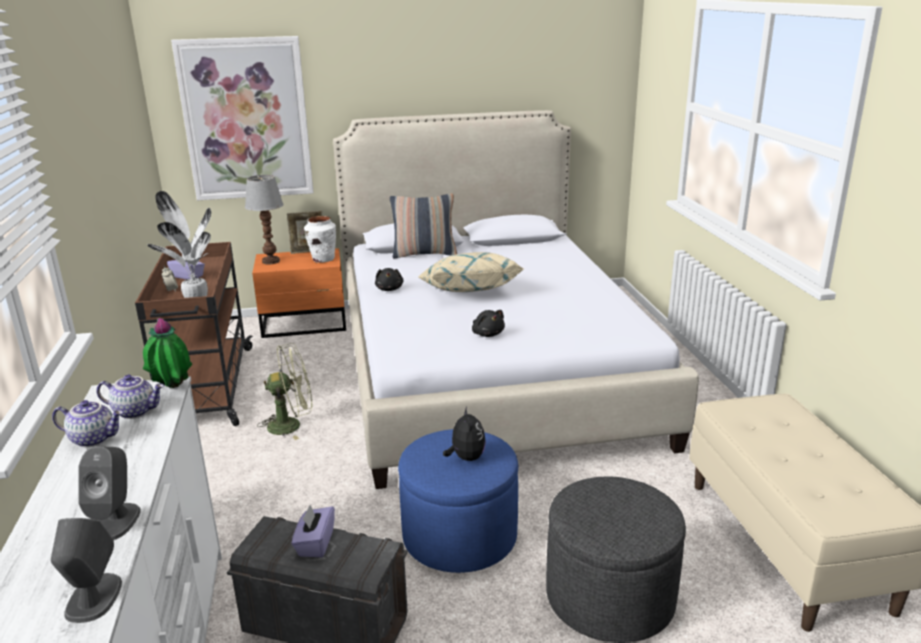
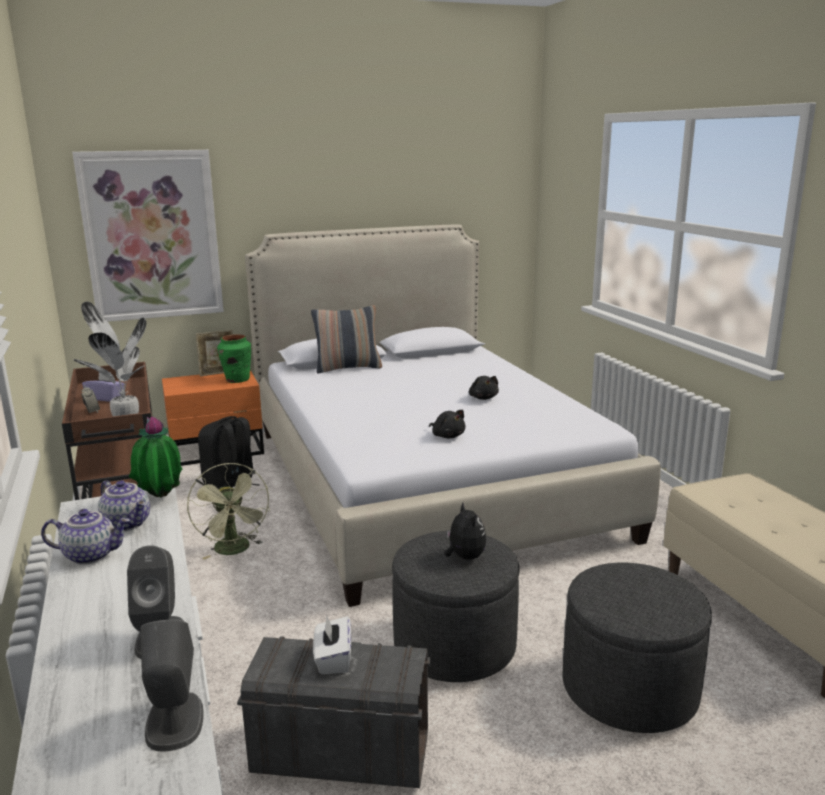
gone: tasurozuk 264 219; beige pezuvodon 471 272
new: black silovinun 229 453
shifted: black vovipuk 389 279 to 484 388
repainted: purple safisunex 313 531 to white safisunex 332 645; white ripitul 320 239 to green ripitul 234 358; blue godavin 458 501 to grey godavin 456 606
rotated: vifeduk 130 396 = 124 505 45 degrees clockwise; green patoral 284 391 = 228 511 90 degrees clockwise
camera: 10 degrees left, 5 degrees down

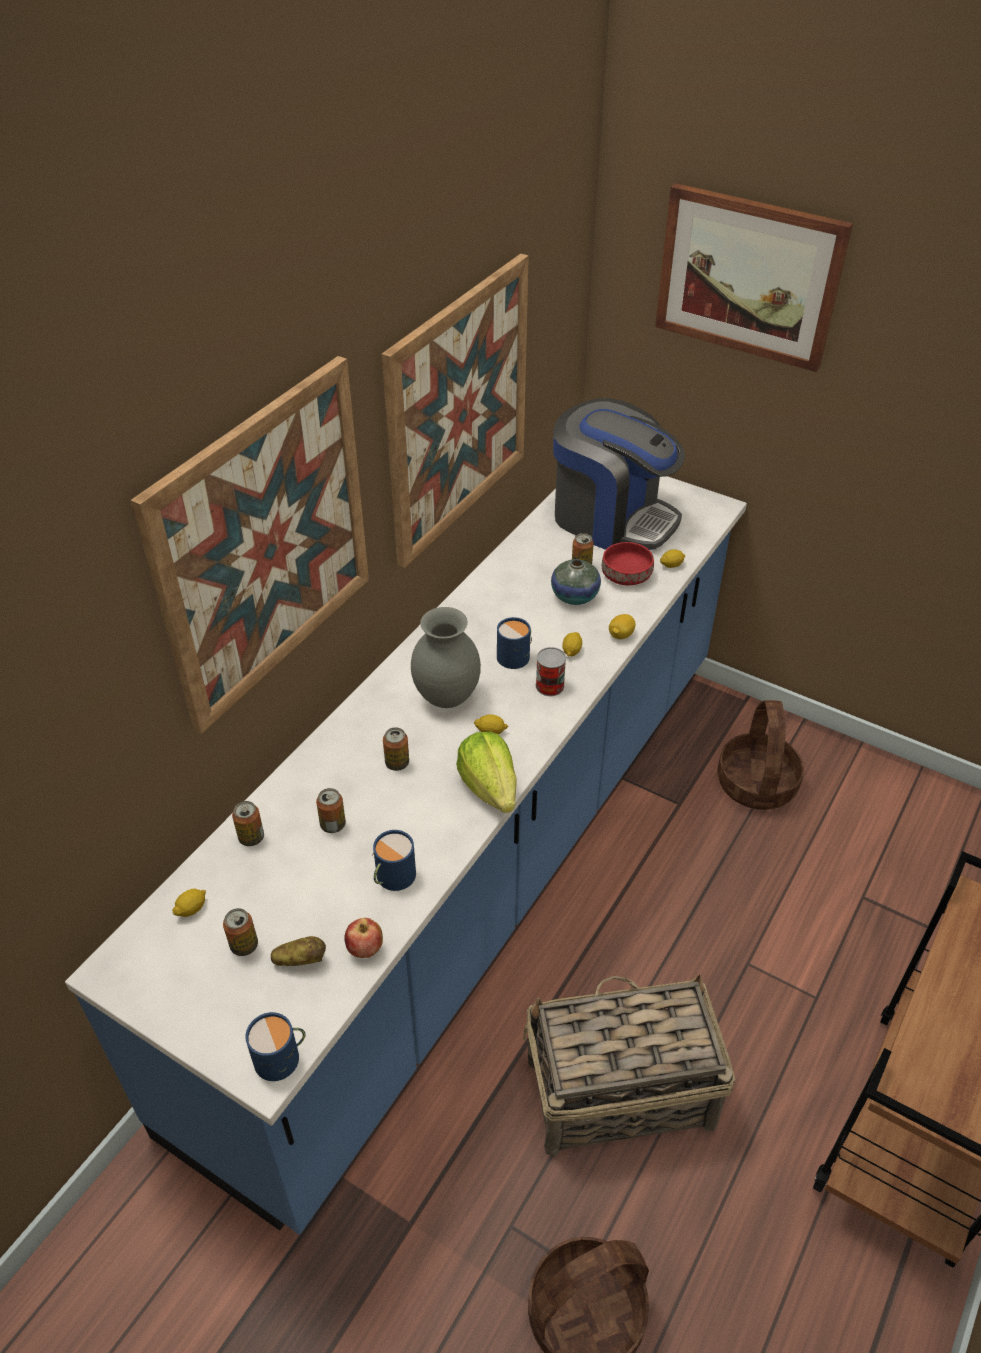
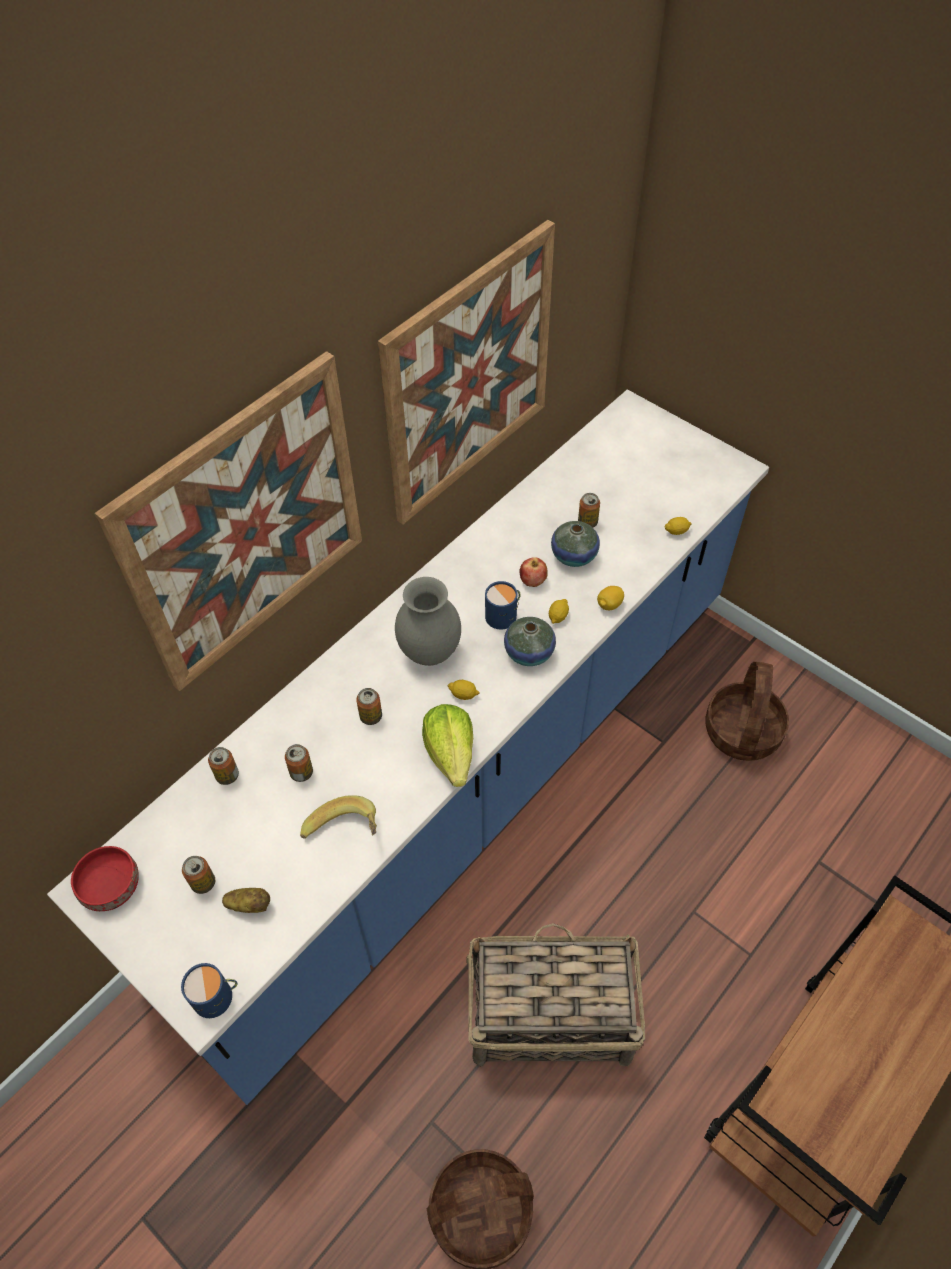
gone: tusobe 189 903; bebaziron 619 474; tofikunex 754 277
shifted: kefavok 363 938 to 533 572; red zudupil 628 563 to 105 878
swapped: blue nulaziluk 394 860 to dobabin 338 817; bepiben 551 671 to ripitul 530 641
camera: 10 degrees right, 10 degrees up

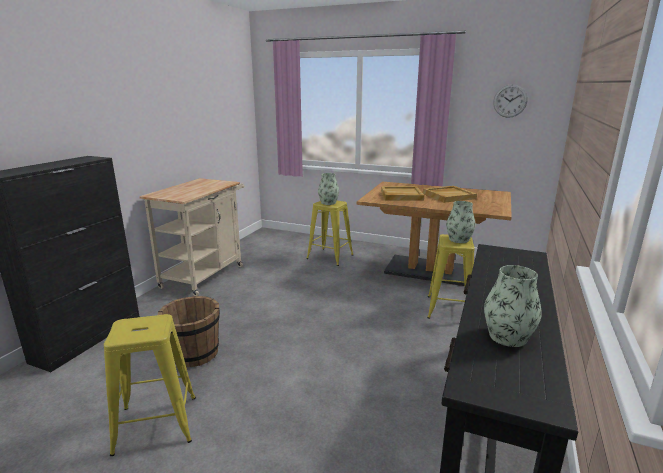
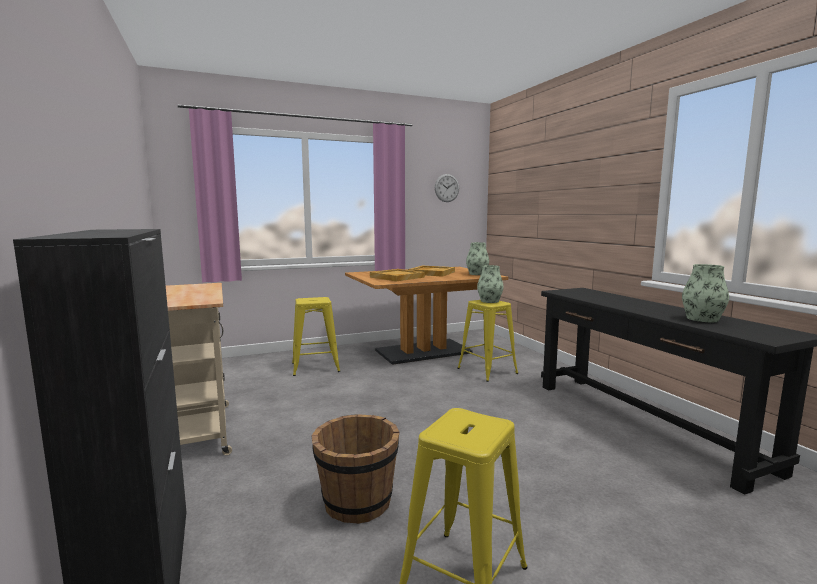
shifted: ripitul 328 189 to 477 258
camera: 45 degrees left, 10 degrees down

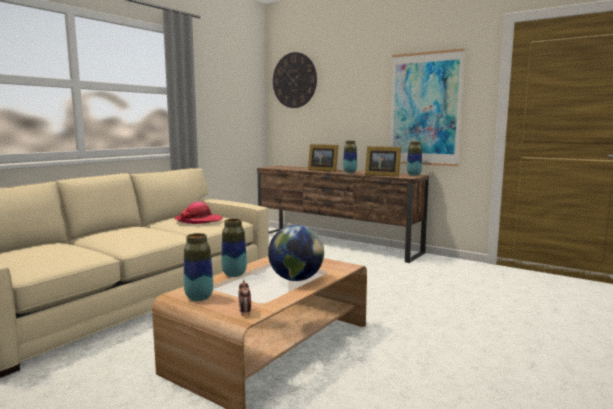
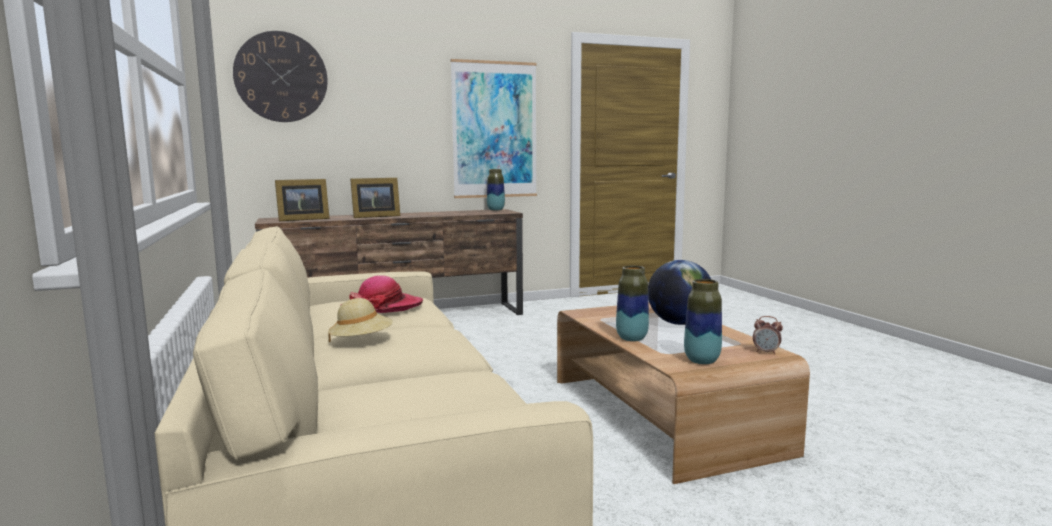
gone: ripitul 350 156
new: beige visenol 360 320
shifted: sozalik 383 161 to 302 200
camera: 55 degrees left, 0 degrees up

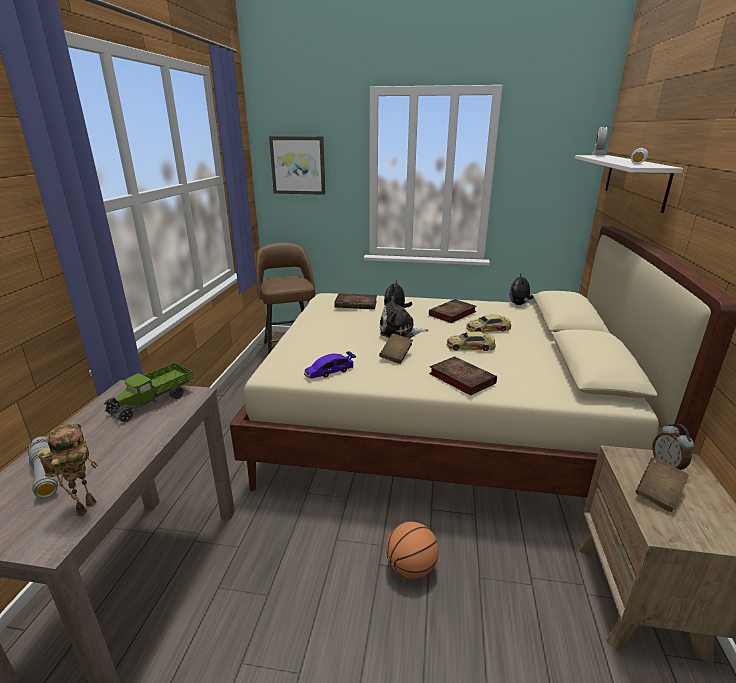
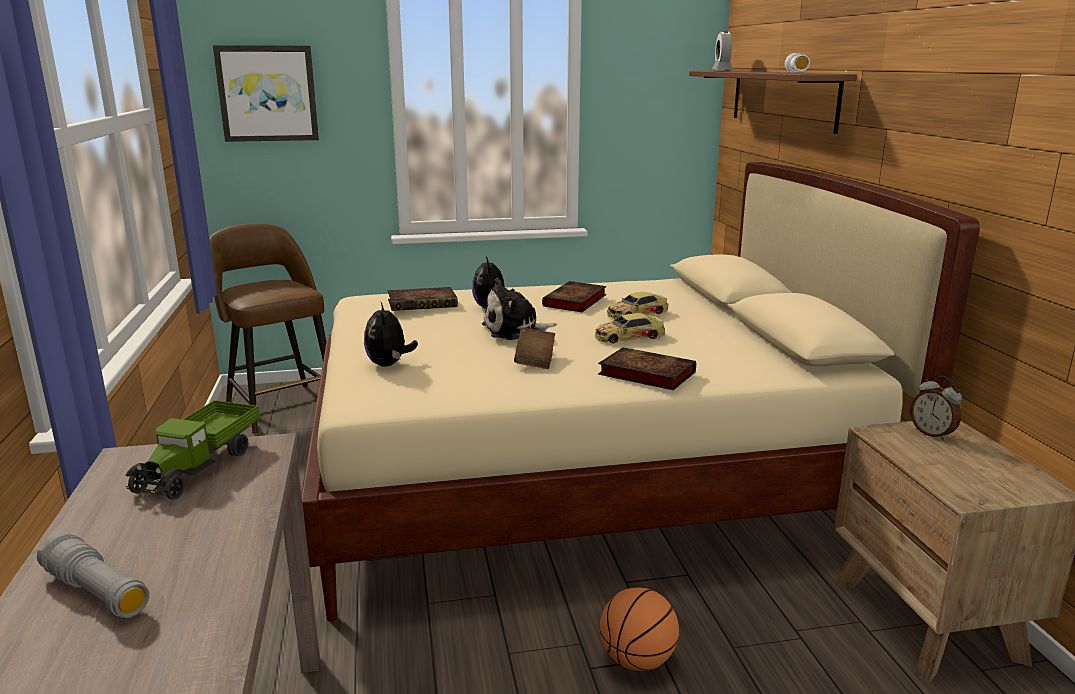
gone: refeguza 68 469; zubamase 330 365; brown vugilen 662 484
shifted: vovipuk 521 289 to 391 334
repainted: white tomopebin 629 184 to brown tomopebin 773 102
camera: 20 degrees left, 5 degrees down

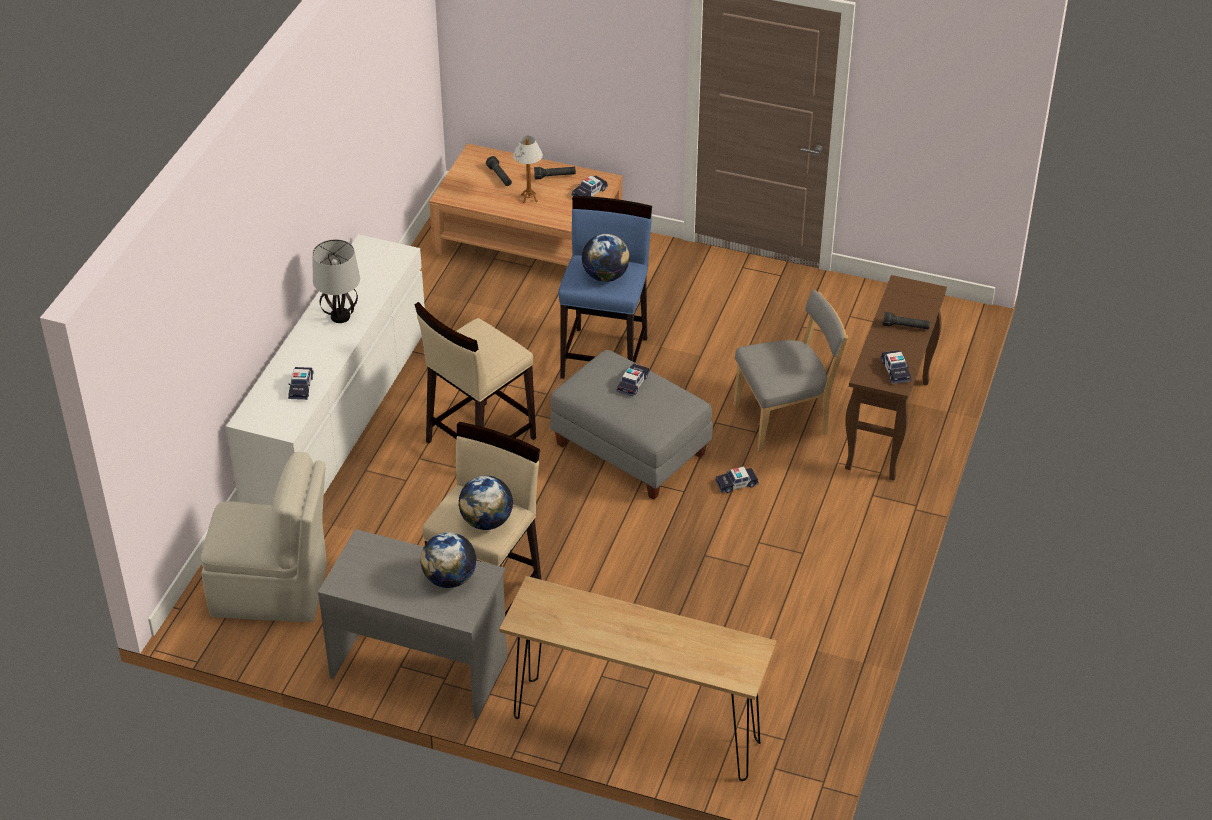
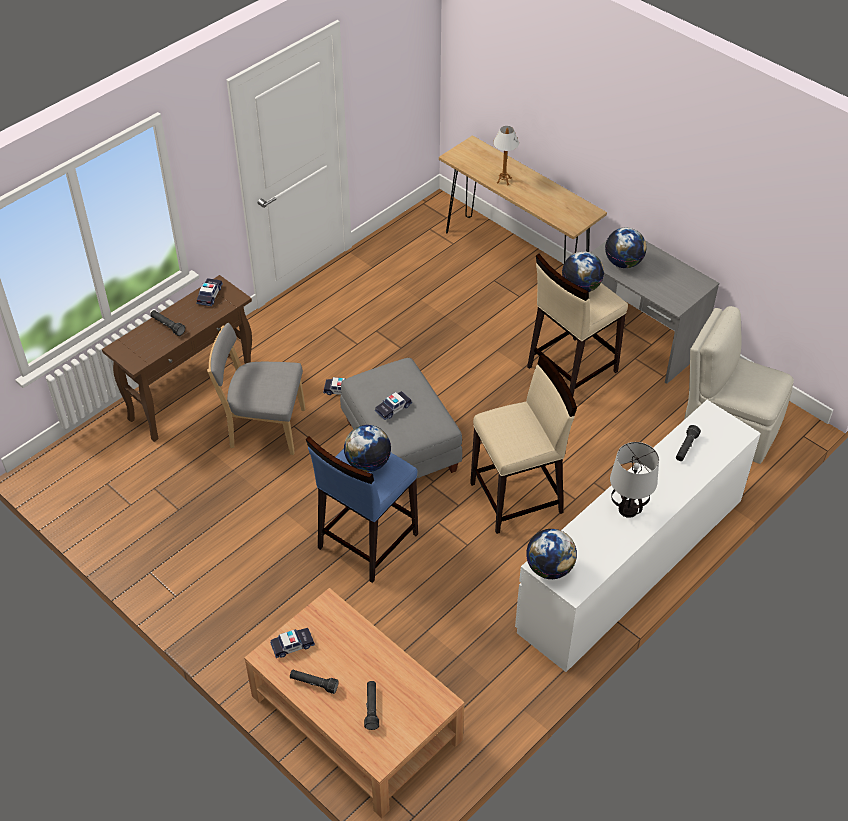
new: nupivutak 551 554
shifted: tasurozuk 528 169 to 506 155
swapped: zubamase 301 383 to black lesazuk 688 443
camera: 155 degrees left, 5 degrees up

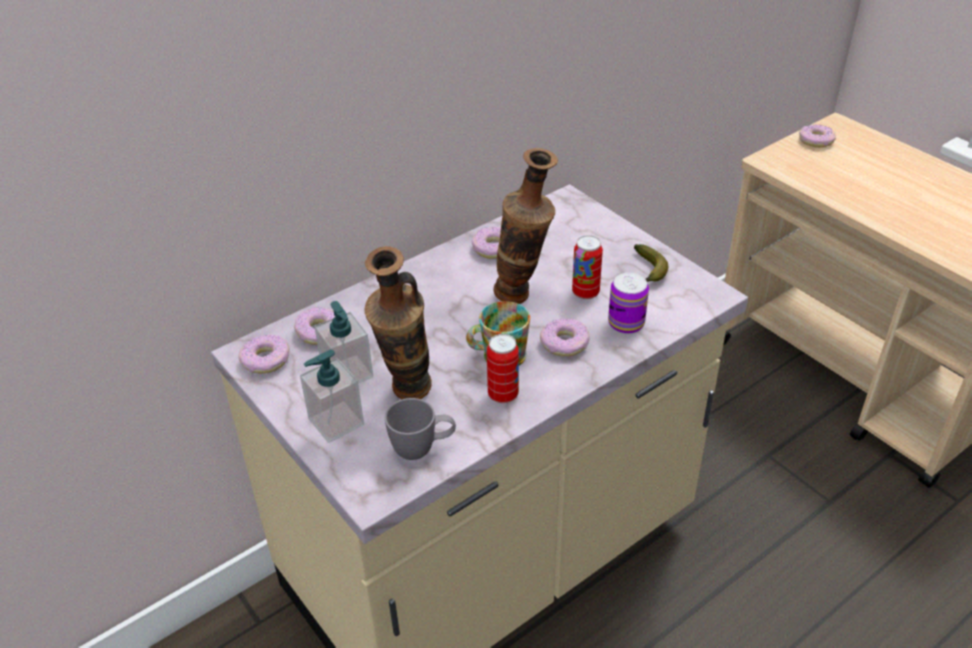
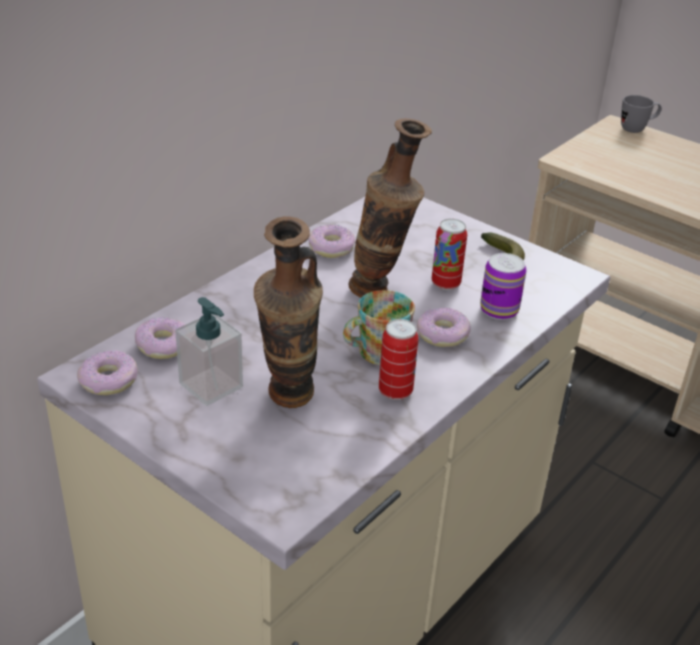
gone: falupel 332 396; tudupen 817 136
shifted: grey nulaziluk 420 429 to 641 114
camera: 15 degrees left, 5 degrees down

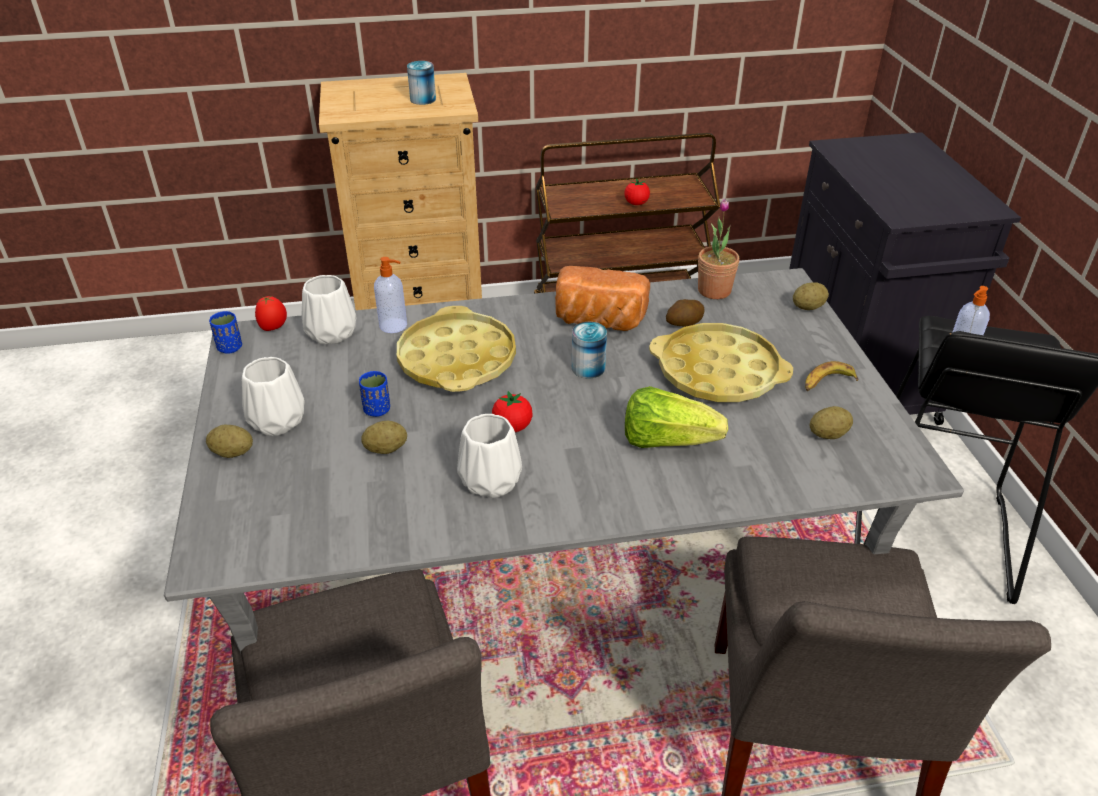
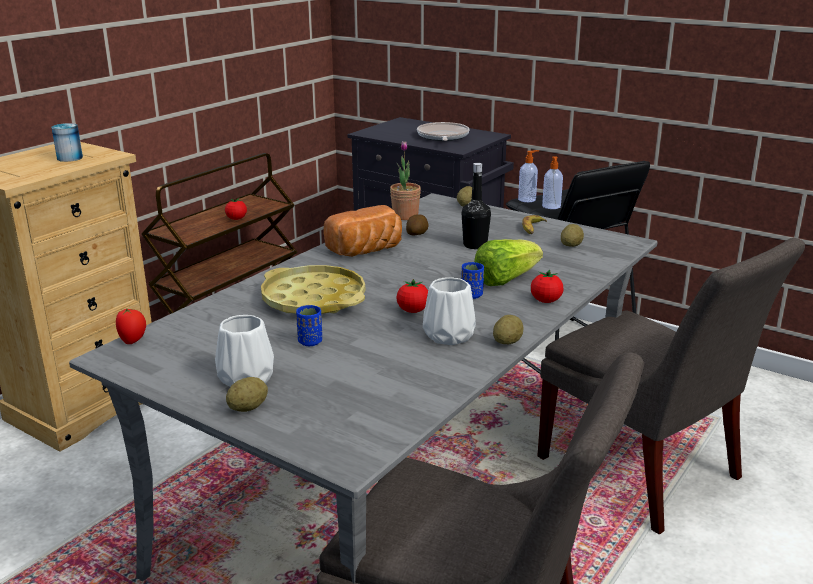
gone: white ripitul 329 309; bepiben 589 350
new: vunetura 443 131; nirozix 547 286
shifted: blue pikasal 225 332 to 472 280; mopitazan 384 437 to 508 330; falupel 390 295 to 528 176
swapped: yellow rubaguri 721 362 to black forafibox 476 206
camera: 45 degrees left, 15 degrees down

